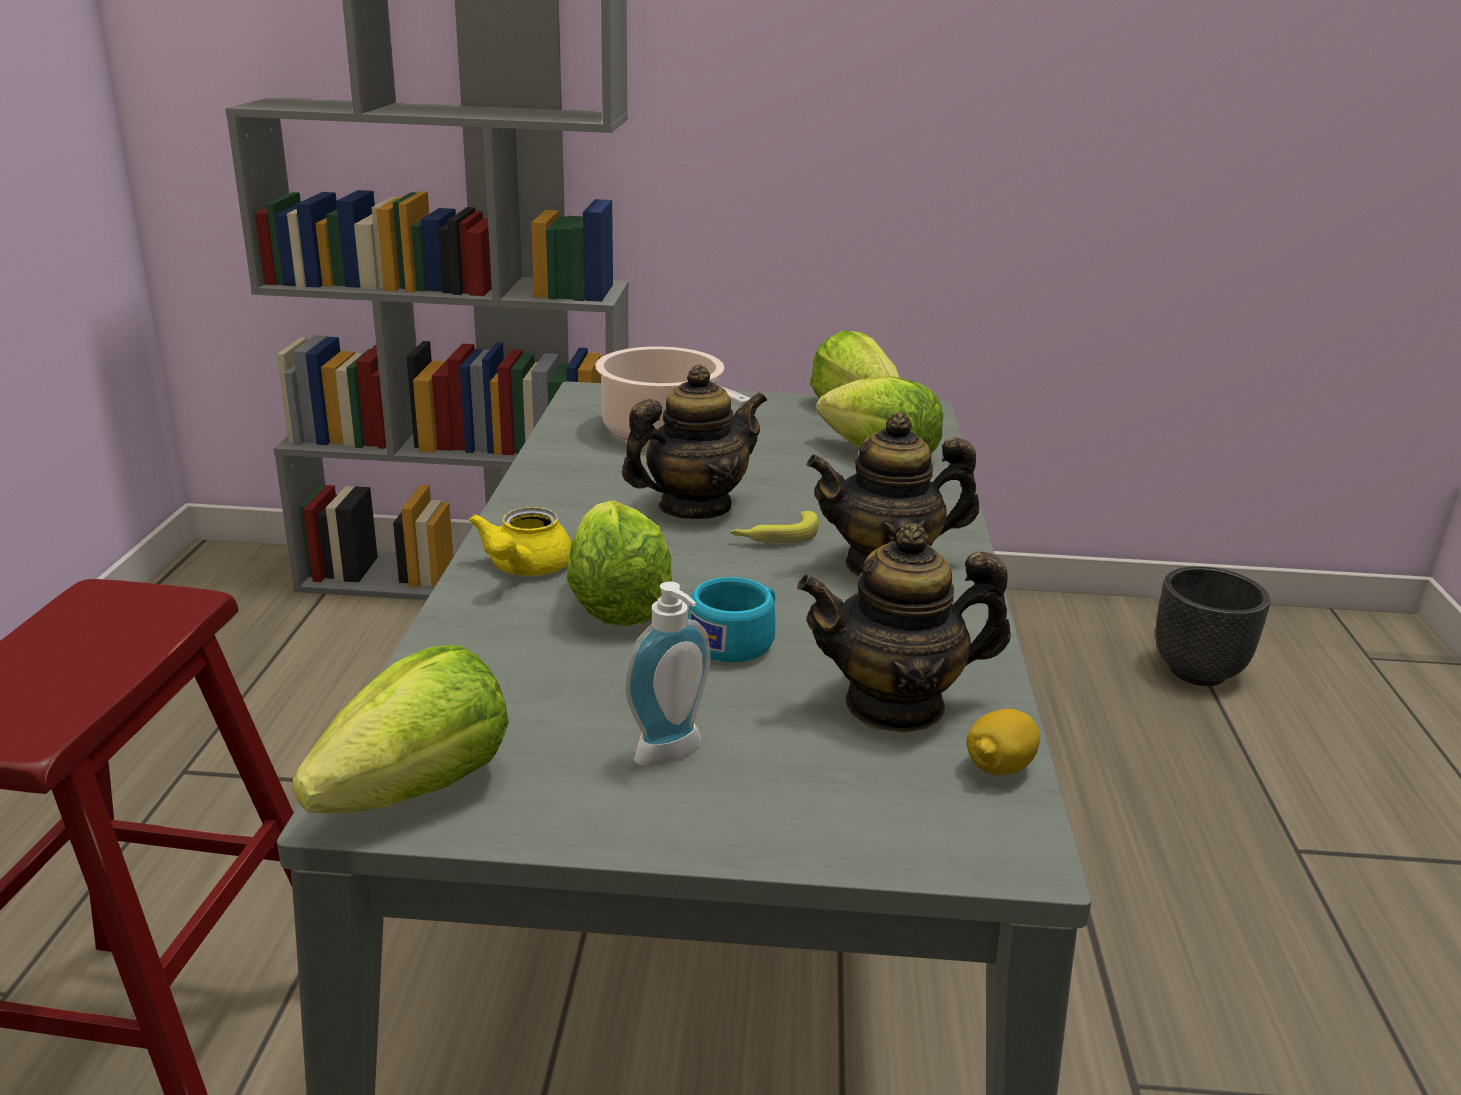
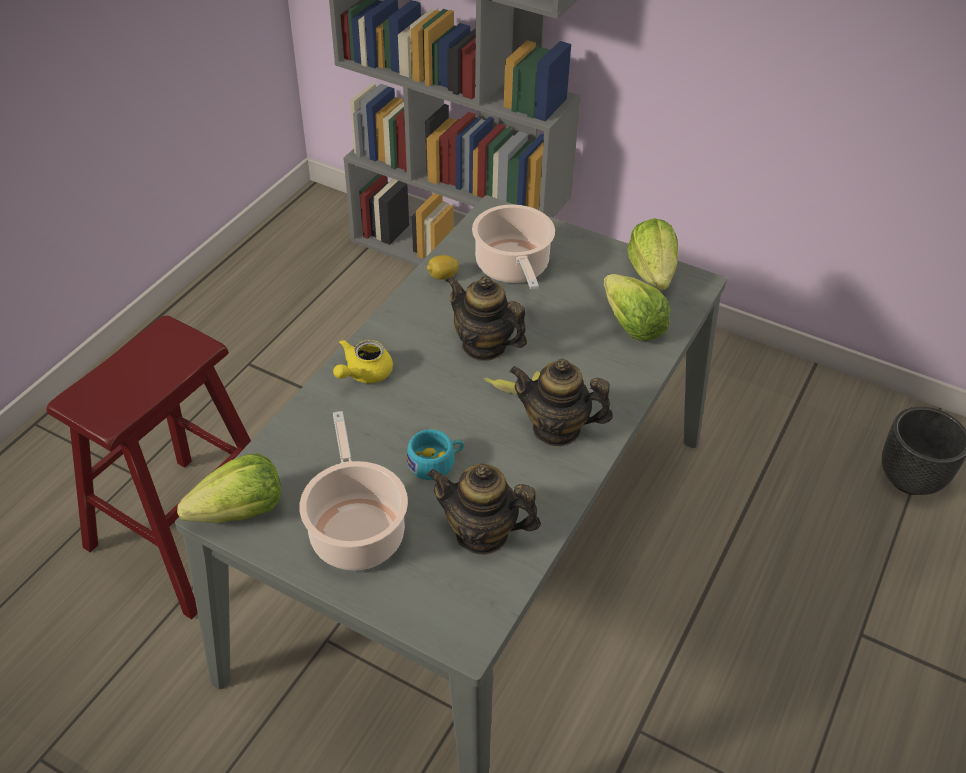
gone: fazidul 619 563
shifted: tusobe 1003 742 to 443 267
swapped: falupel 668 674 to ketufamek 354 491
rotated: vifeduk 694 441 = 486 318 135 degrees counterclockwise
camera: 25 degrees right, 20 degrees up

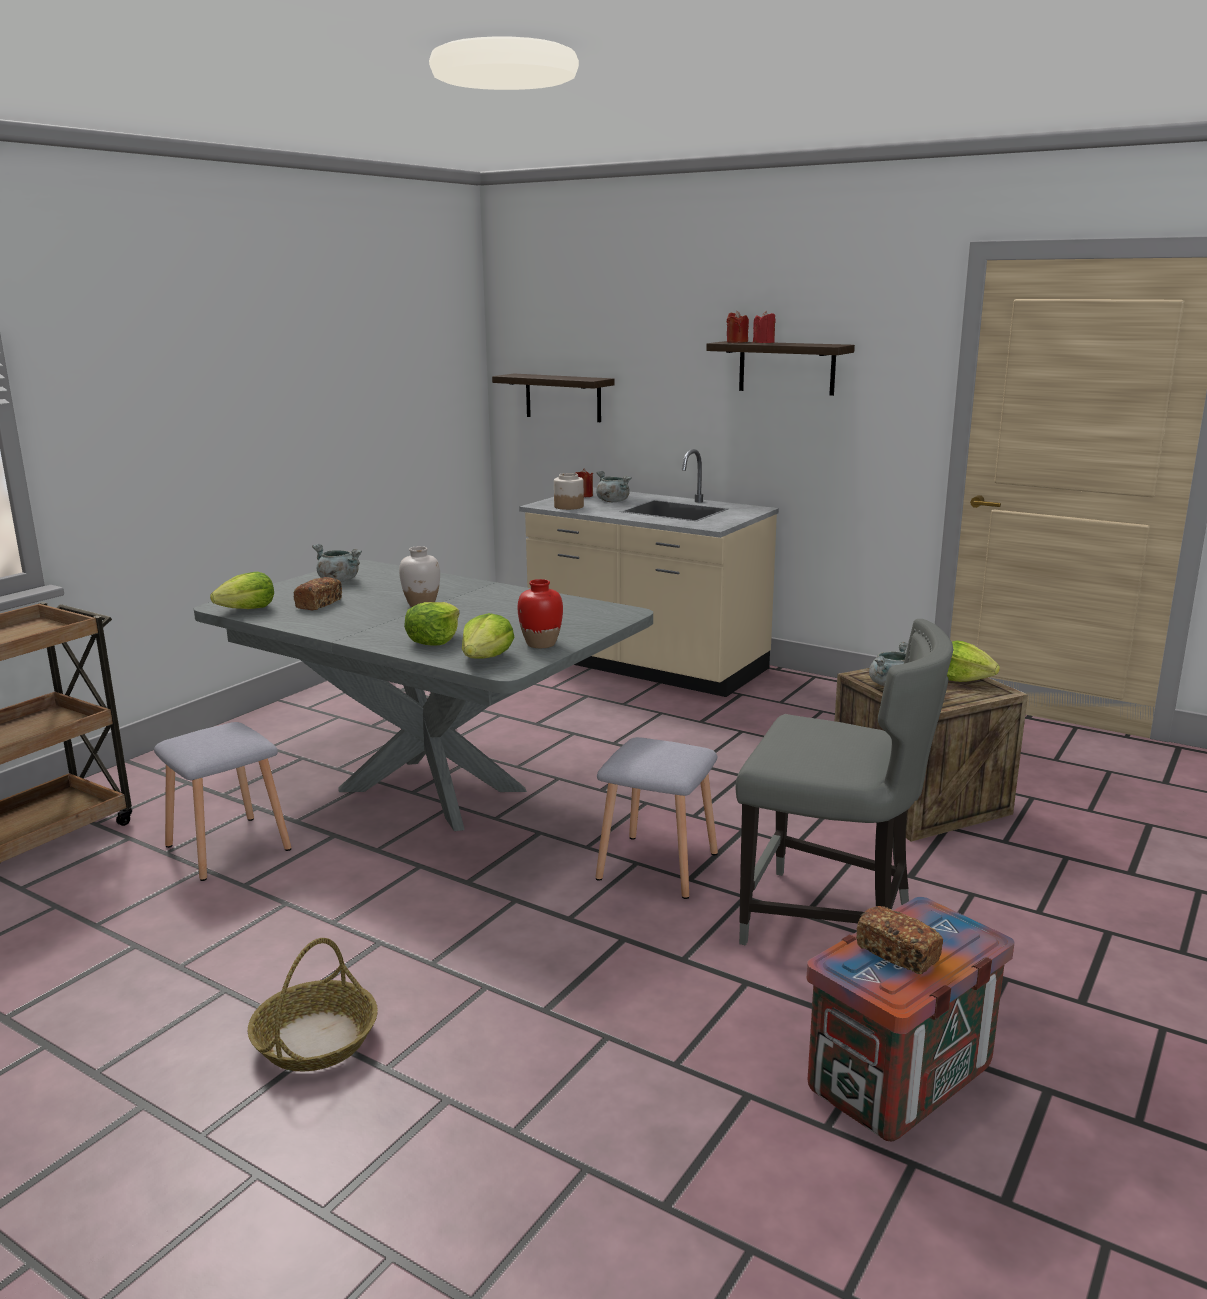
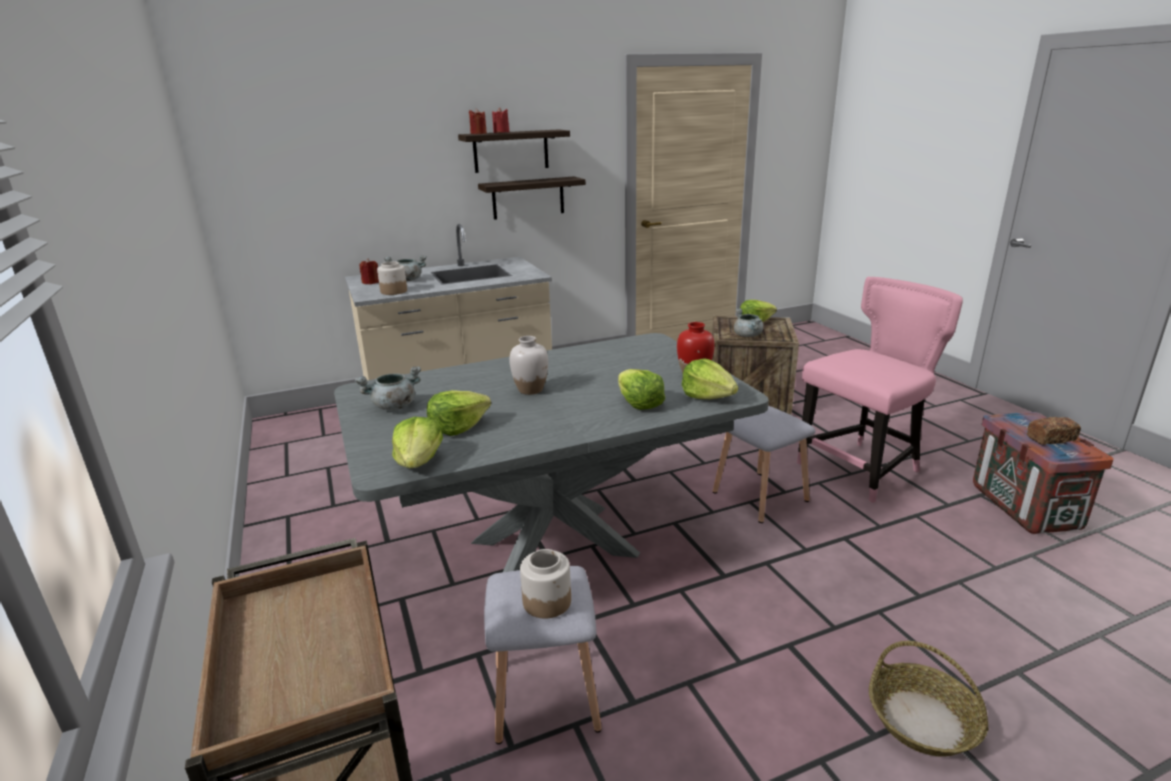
new: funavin 545 584
shifted: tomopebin 553 398 to 532 198
swapped: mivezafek 318 593 to fazidul 459 413
repainted: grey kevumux 844 782 to pink kevumux 880 390
camera: 55 degrees left, 5 degrees up

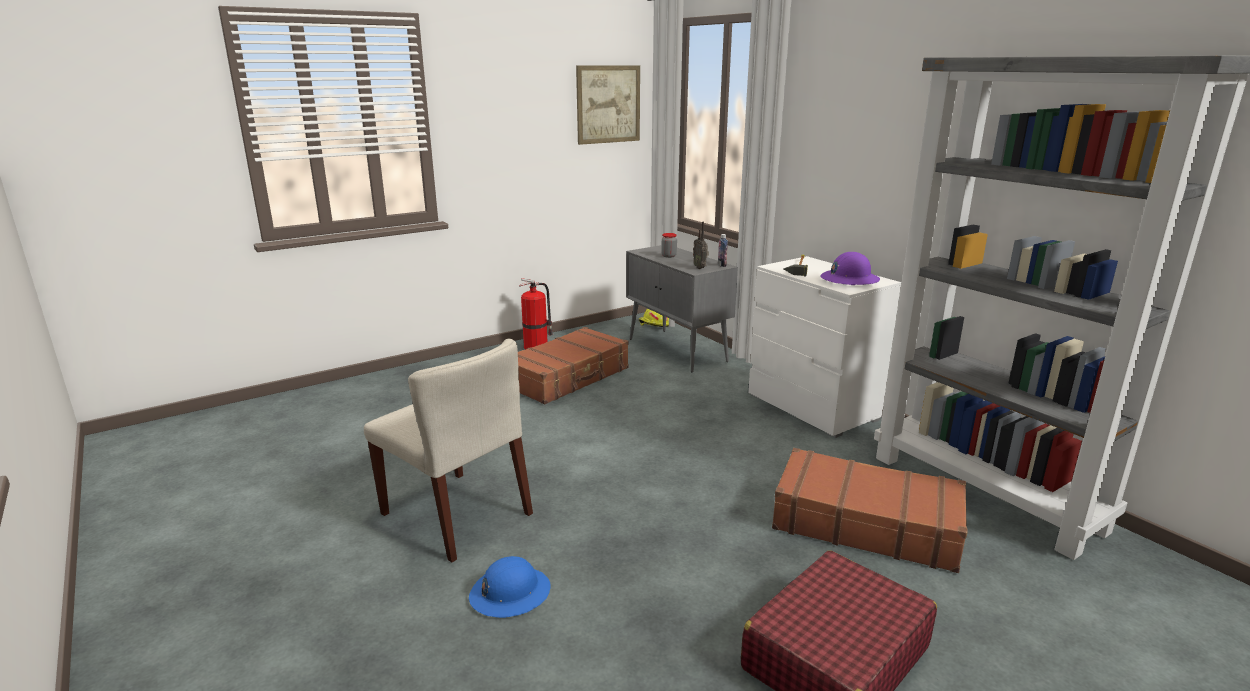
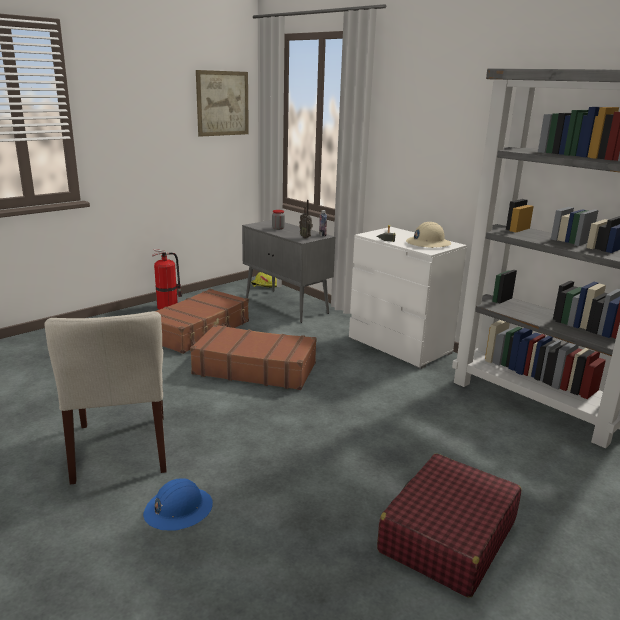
shifted: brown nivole 869 510 to 253 357
repainted: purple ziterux 850 268 to beige ziterux 428 235
rotated: beige kevumux 448 450 = 105 398 45 degrees clockwise
camera: 10 degrees left, 0 degrees up

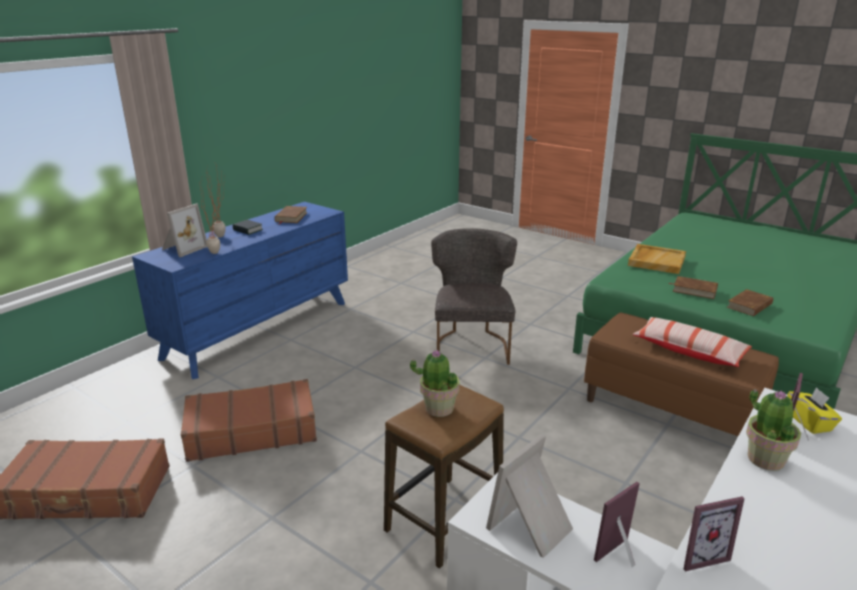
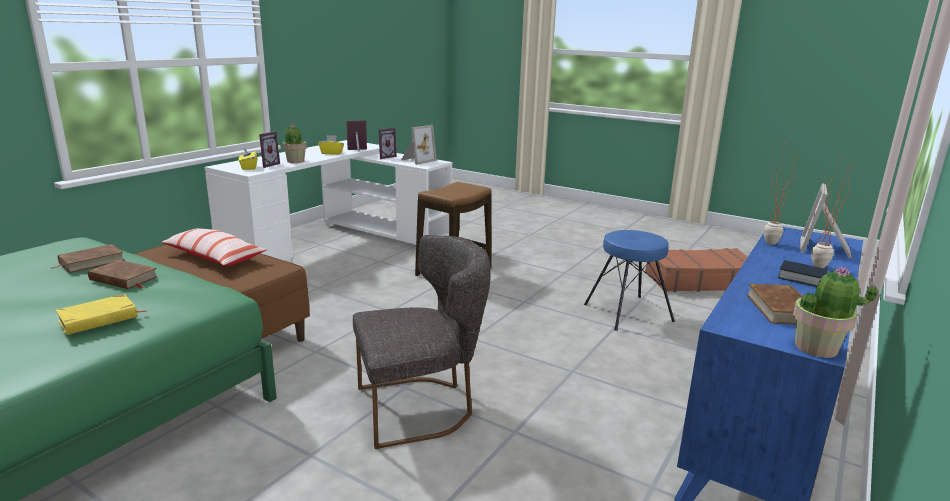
new: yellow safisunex 331 145
shifted: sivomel 435 383 to 835 312
swapped: brown nivole 249 420 to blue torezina 629 280; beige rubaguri 657 259 to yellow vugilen 101 314
rotated: grey kevumux 474 296 = 422 342 105 degrees counterclockwise
camera: 175 degrees right, 5 degrees down

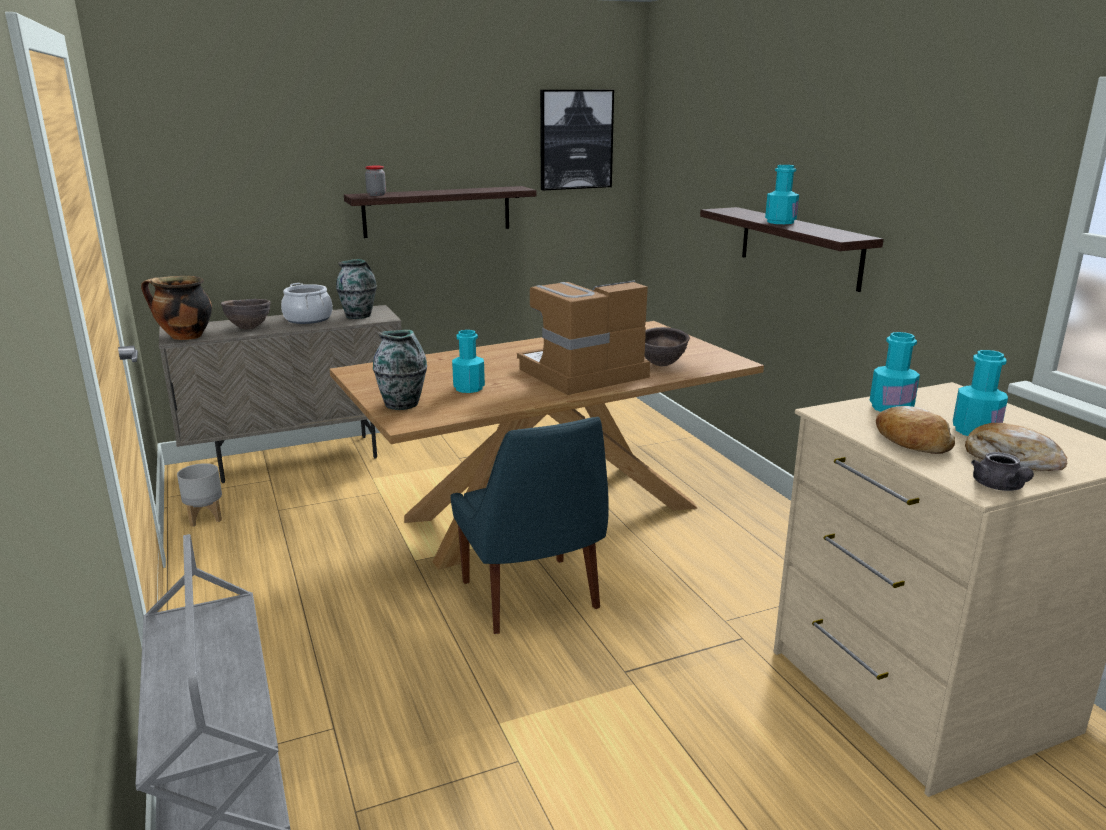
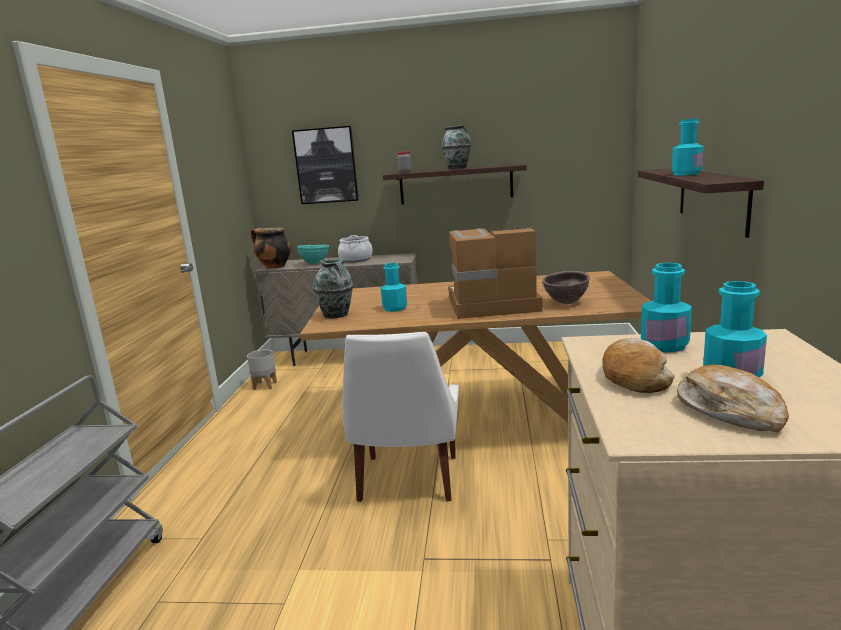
gone: grey vifeduk 1002 471
shifted: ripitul 356 289 to 456 148; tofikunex 577 140 to 325 165
repainted: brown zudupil 246 314 to turquoise zudupil 313 254; blue kevumux 529 525 to white kevumux 400 417
camera: 30 degrees right, 5 degrees down

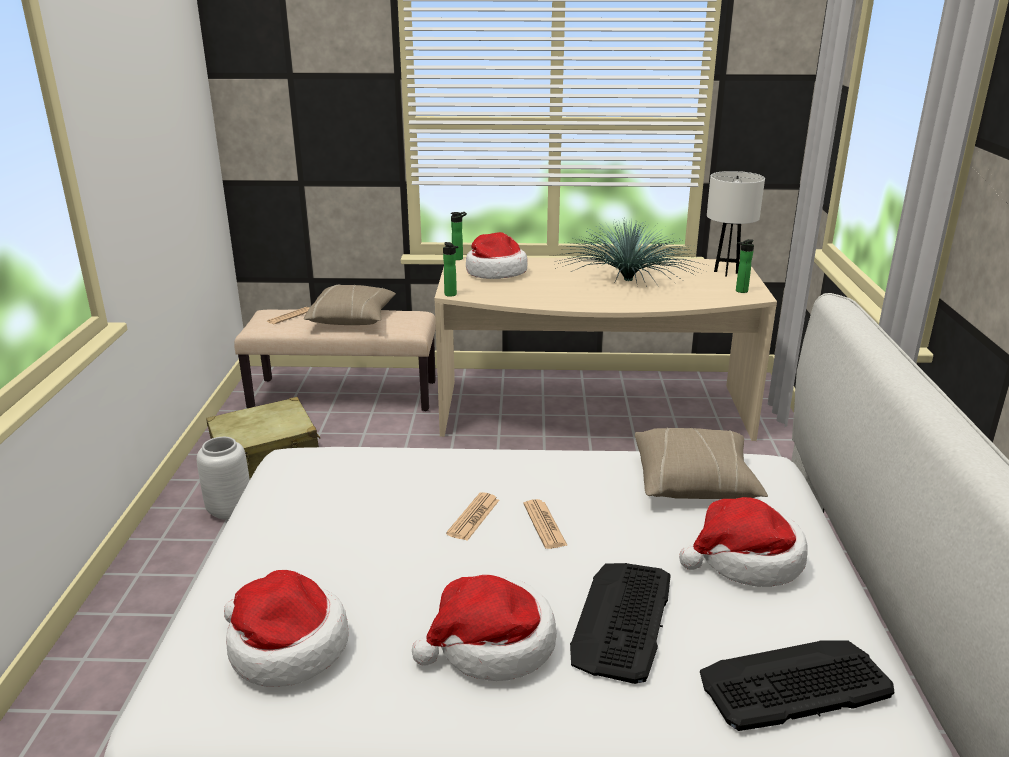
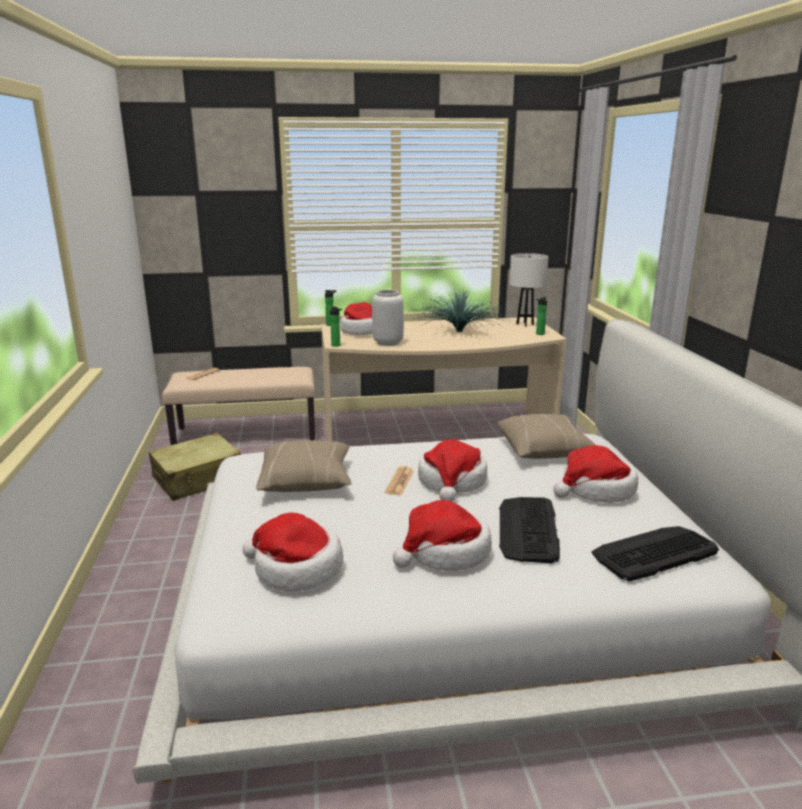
shifted: grey ripitul 223 478 to 388 318; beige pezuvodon 350 305 to 303 466
swapped: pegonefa 545 524 to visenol 452 470
camera: 10 degrees left, 5 degrees down

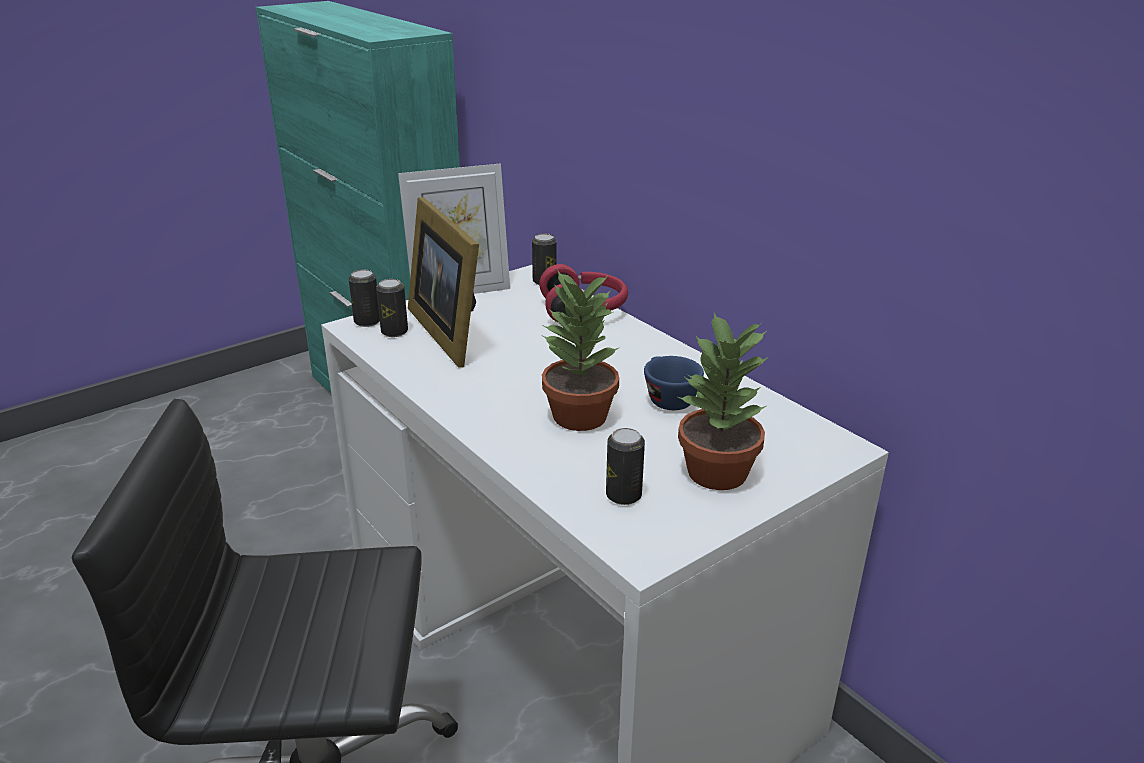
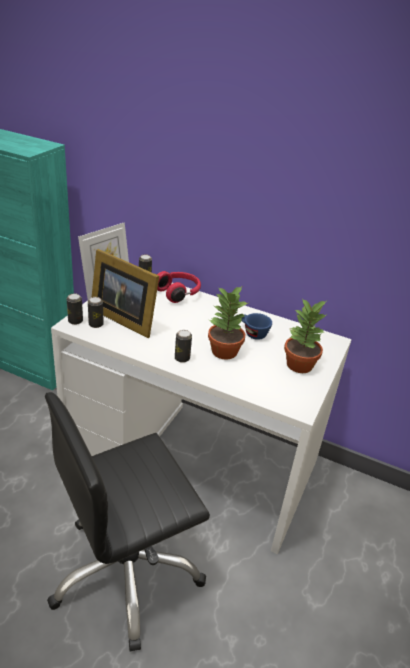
shifted: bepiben 625 466 to 183 346
camera: 30 degrees left, 5 degrees up

